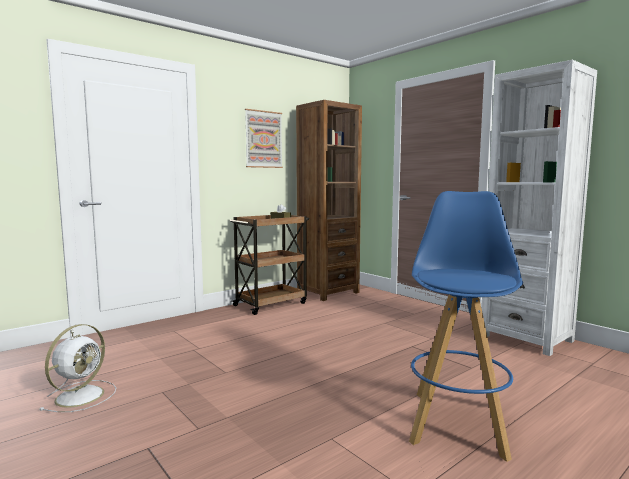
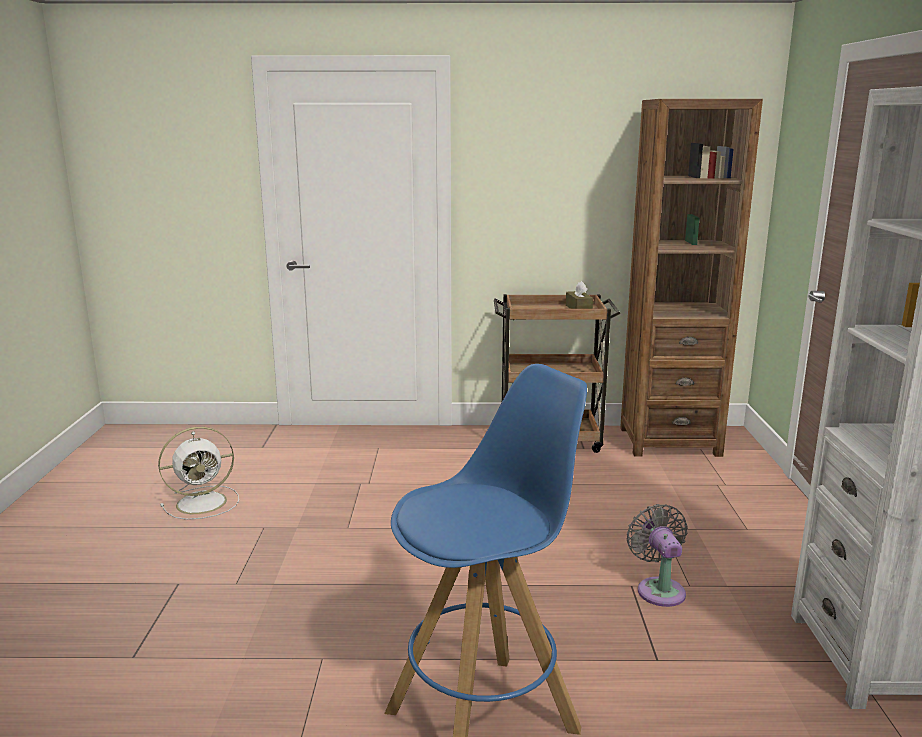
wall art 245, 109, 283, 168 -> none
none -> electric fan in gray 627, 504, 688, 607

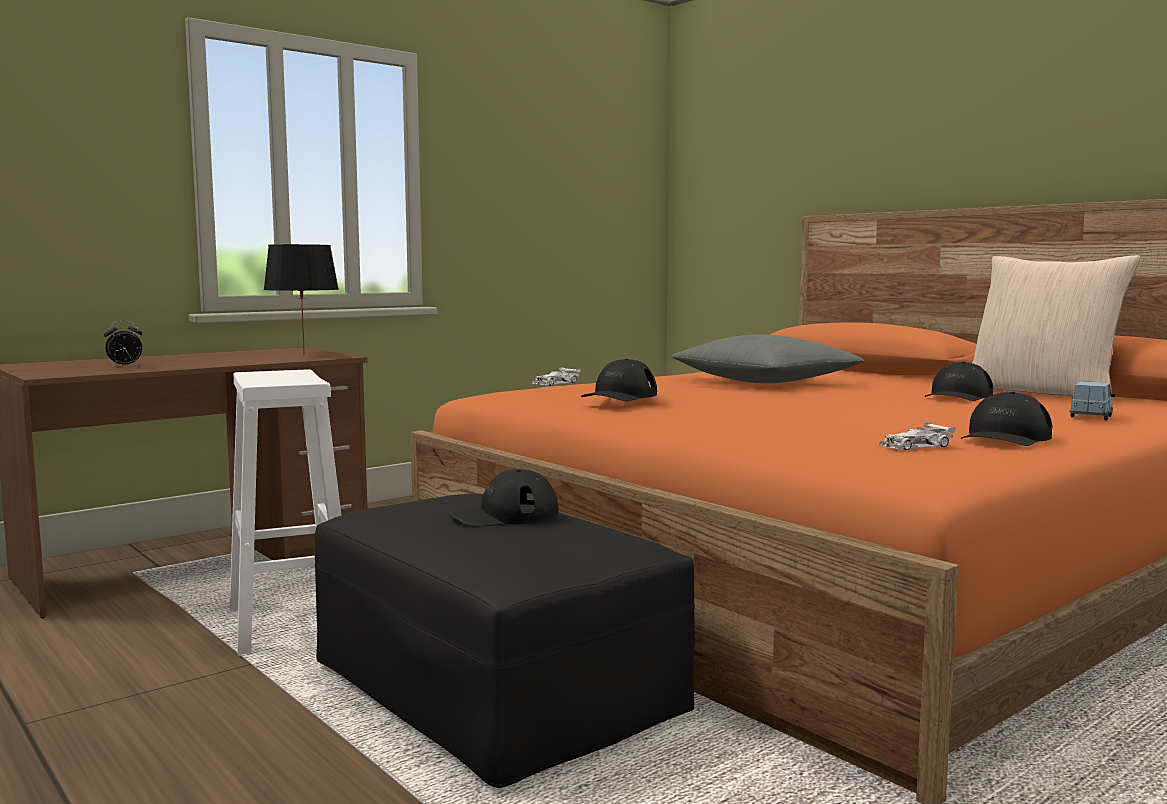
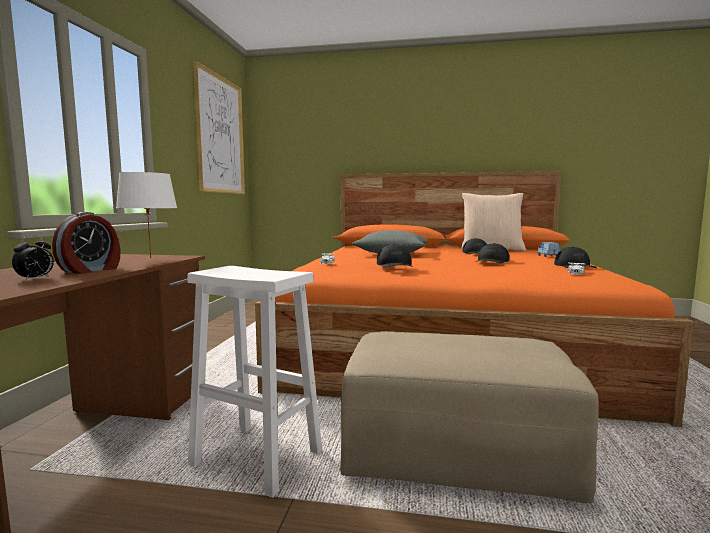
none -> bedside clock 52, 212, 121, 274
none -> wall art 193, 61, 245, 194
peaked cap in blackish 447, 469, 559, 527 -> peaked cap in blackish 478, 243, 509, 263, moved
tabletop lamp in blackish 263, 244, 339, 355 -> tabletop lamp in white 116, 172, 177, 258
footrest in blackish 315, 494, 695, 788 -> footrest in beige-coloured 340, 331, 599, 503

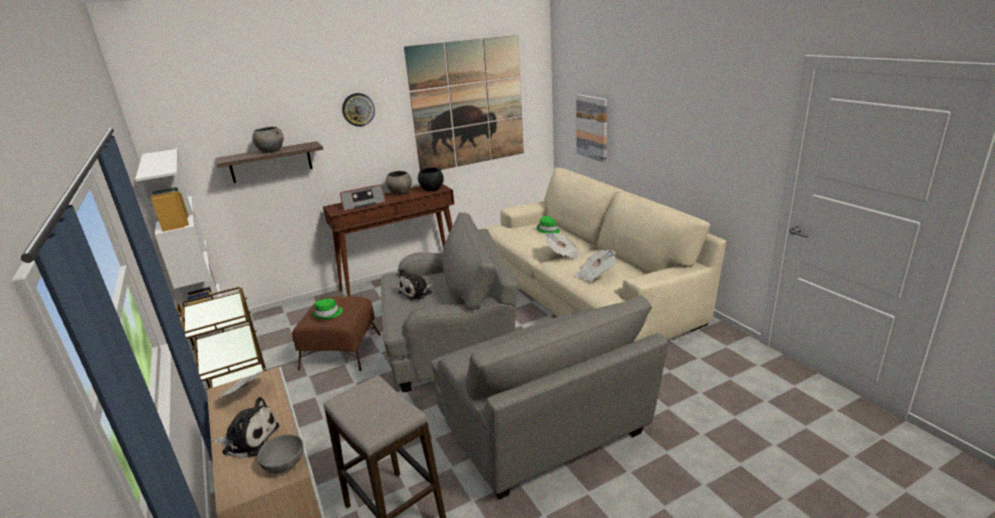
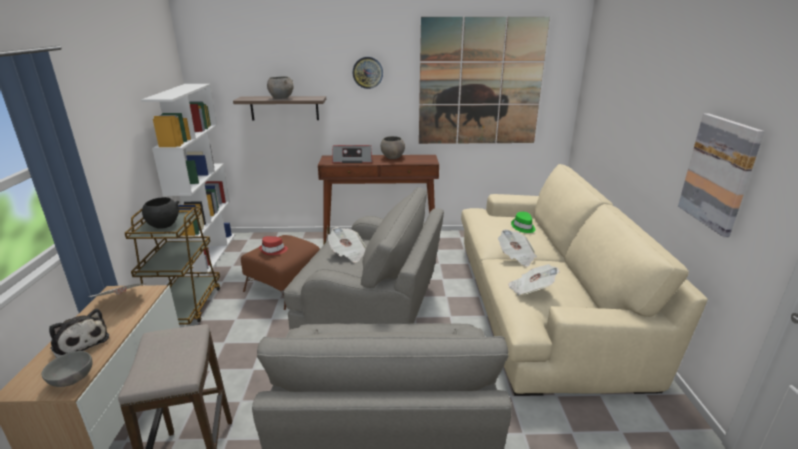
serving bowl in blackish 418, 168, 444, 191 -> serving bowl in blackish 142, 197, 180, 229, moved
wall art 576, 94, 607, 162 -> wall art 678, 113, 765, 237, moved
soft toy 398, 269, 434, 300 -> newspaper 327, 227, 366, 263
wearable hat in green-coloured 312, 299, 343, 319 -> wearable hat in reddish 259, 236, 288, 255

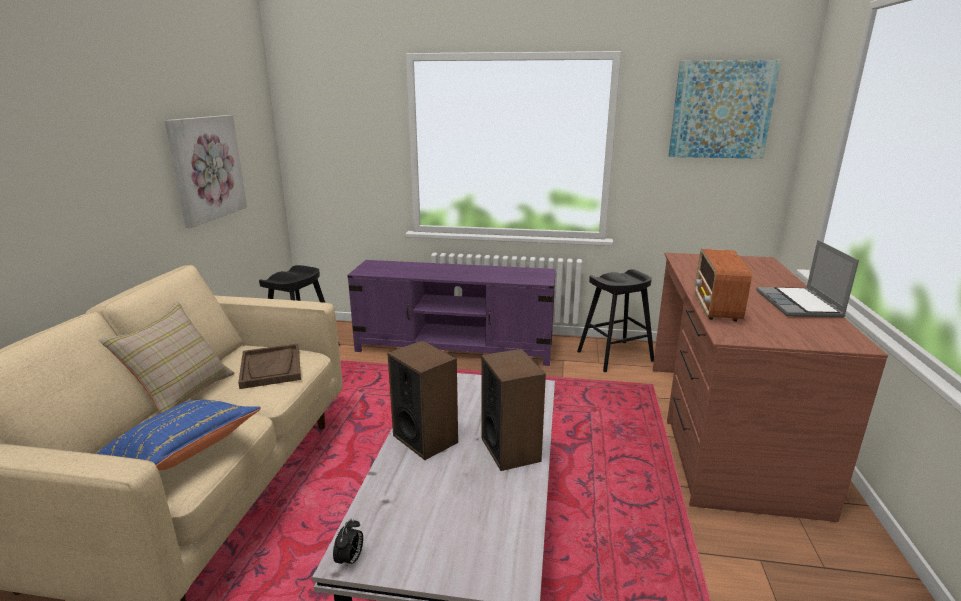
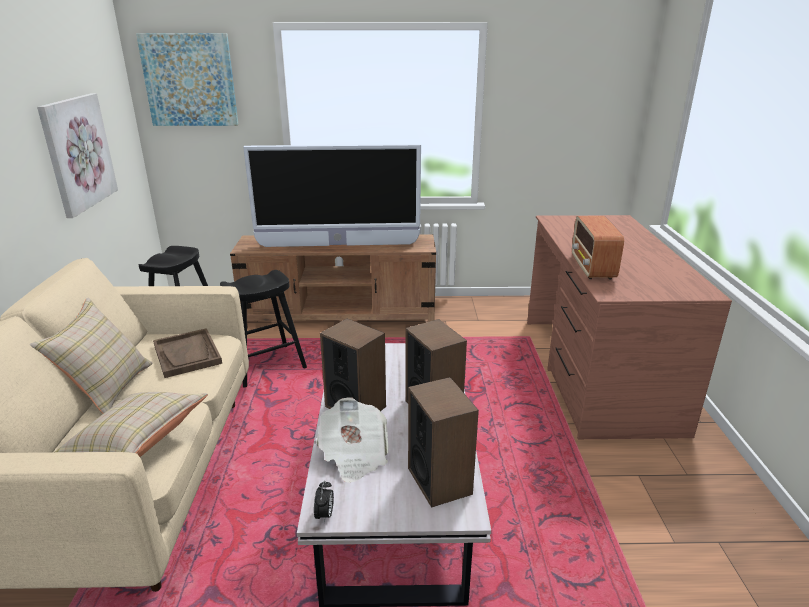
laptop 756, 240, 859, 318 -> none
none -> television 243, 144, 421, 247
none -> newspaper 316, 397, 389, 483
none -> audio speaker 408, 377, 479, 508
stool seat in blackish 577, 269, 654, 372 -> stool seat in blackish 220, 270, 307, 388, moved
wall art 669, 60, 781, 159 -> wall art 136, 33, 239, 126, moved
throw pillow in bluish 94, 400, 261, 471 -> throw pillow in beige-coloured 55, 392, 208, 457
media console in purplish 347, 260, 556, 366 -> media console in brown 230, 235, 436, 329

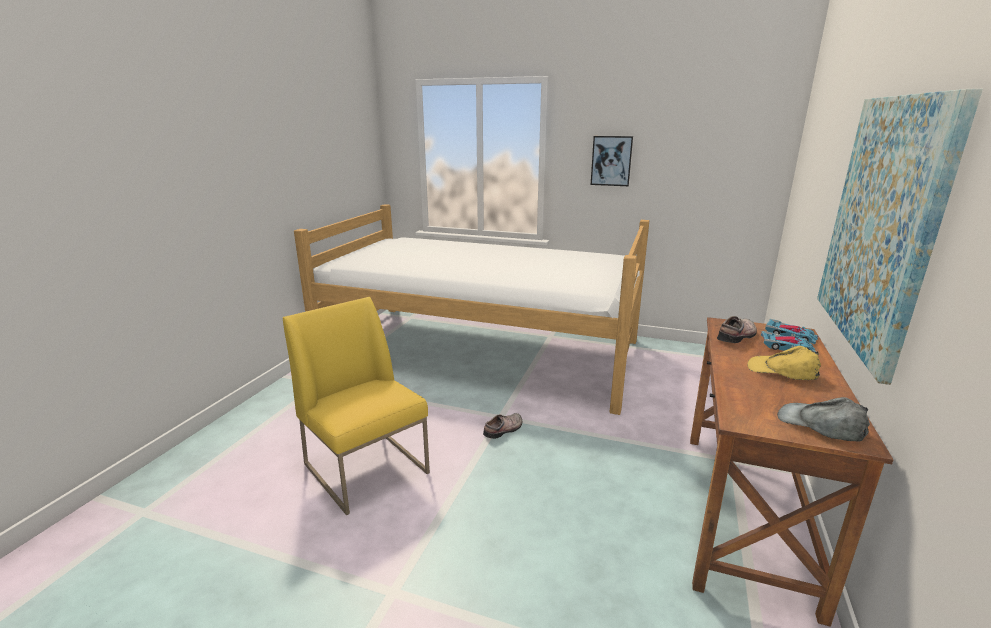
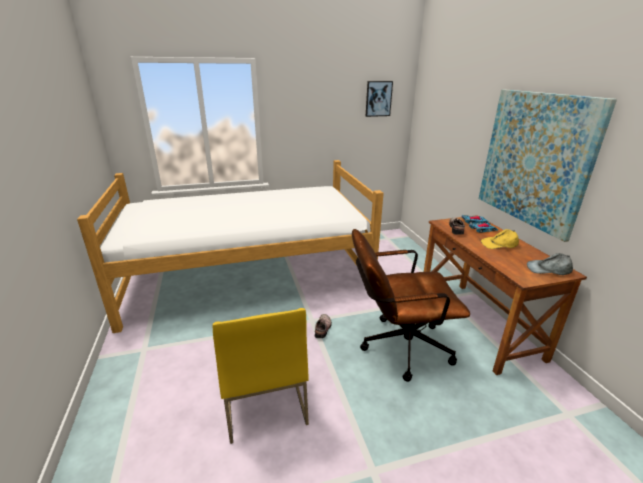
none -> desk chair in brown 352, 229, 470, 382
wall art 591, 136, 633, 186 -> wall art 366, 81, 393, 117, moved
upright chair in yellow 283, 297, 430, 515 -> upright chair in yellow 213, 308, 309, 444, 120 degrees counterclockwise

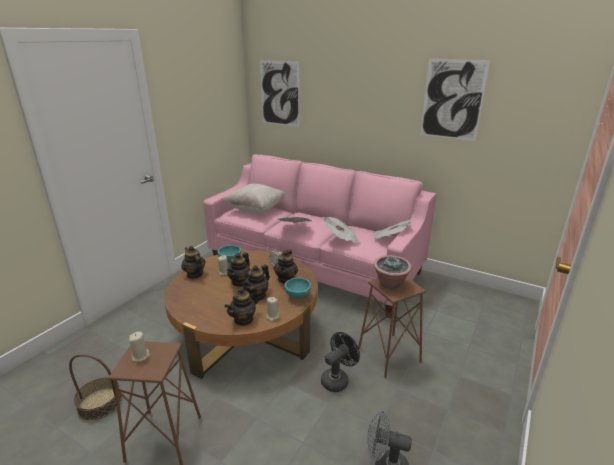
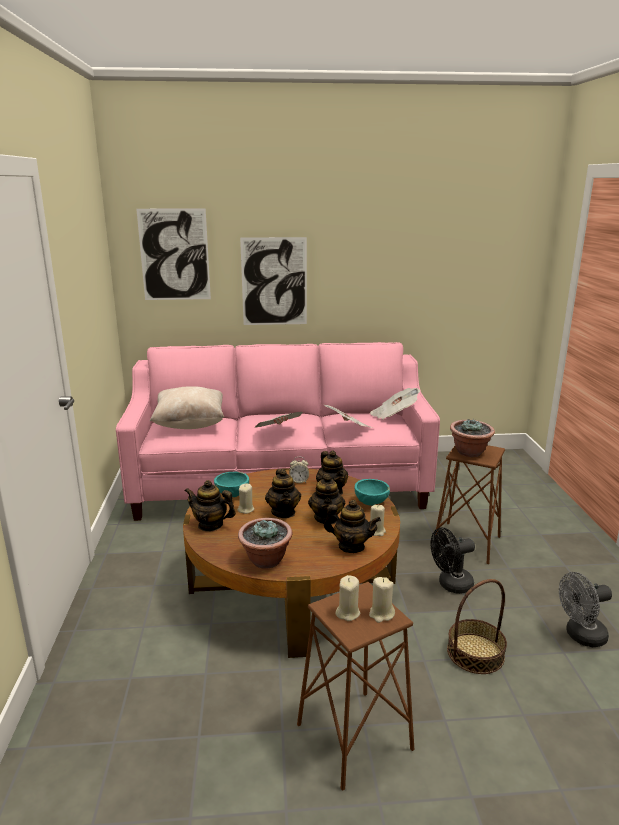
none -> plant in a pot 238, 518, 293, 569
none -> candle in beige-coloured 369, 577, 395, 623
storage basket 69, 354, 122, 420 -> storage basket 447, 579, 507, 674, moved
wall art 420, 59, 490, 141 -> wall art 240, 237, 307, 325, moved
pot for tea 224, 286, 259, 326 -> pot for tea 324, 500, 381, 553, 75 degrees counterclockwise
electric fan in blackish 321, 332, 360, 392 -> electric fan in blackish 430, 527, 475, 594, 120 degrees counterclockwise

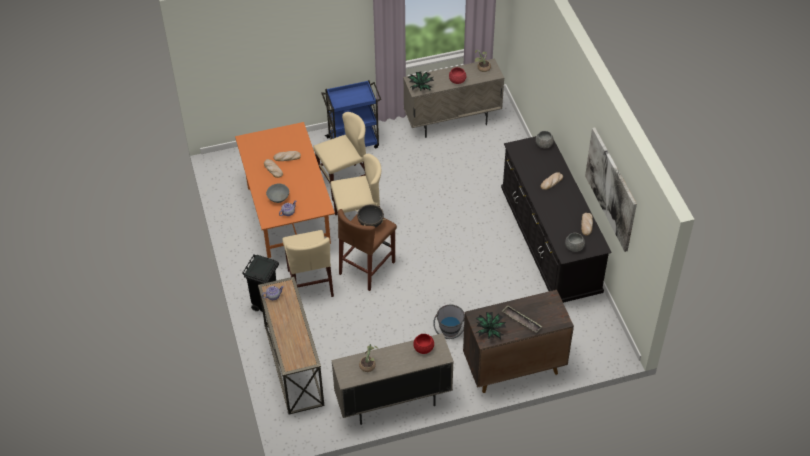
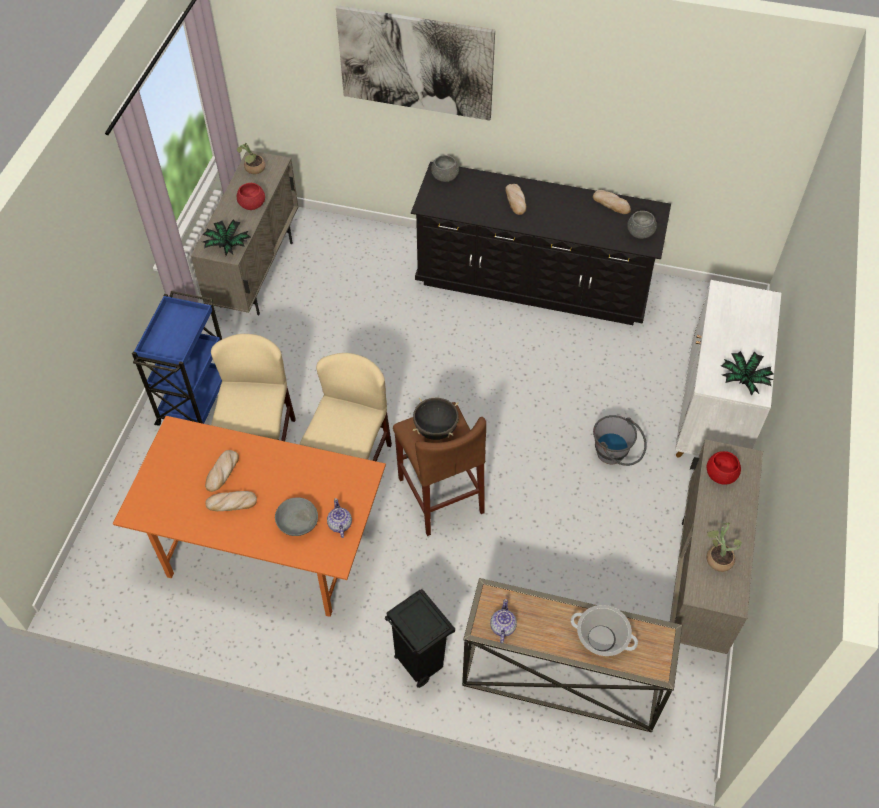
upright chair in beige-coloured 282, 230, 334, 297 -> none
tray 502, 305, 542, 333 -> none
none -> cooking pot 571, 605, 638, 656
wall art 585, 127, 637, 252 -> wall art 336, 5, 495, 121, moved
cupboard in brown 463, 290, 574, 393 -> cupboard in white 675, 280, 781, 458

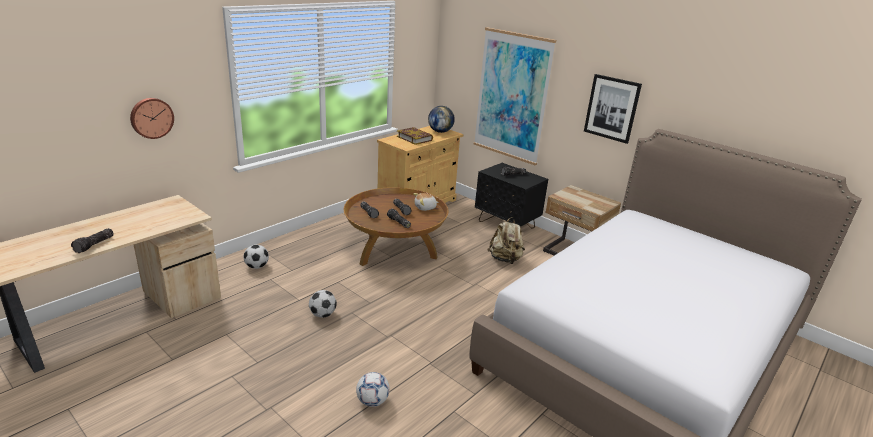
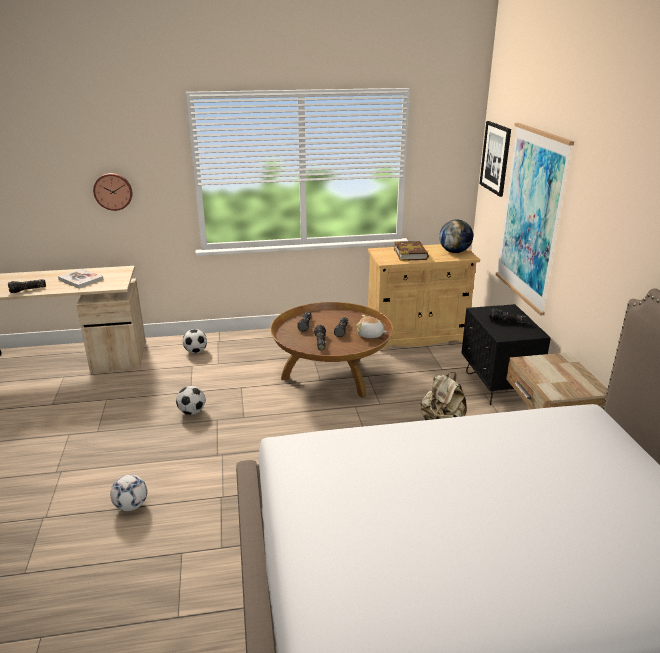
none -> volume 58, 269, 103, 288
wall art 584, 74, 642, 144 -> wall art 479, 121, 511, 197, moved

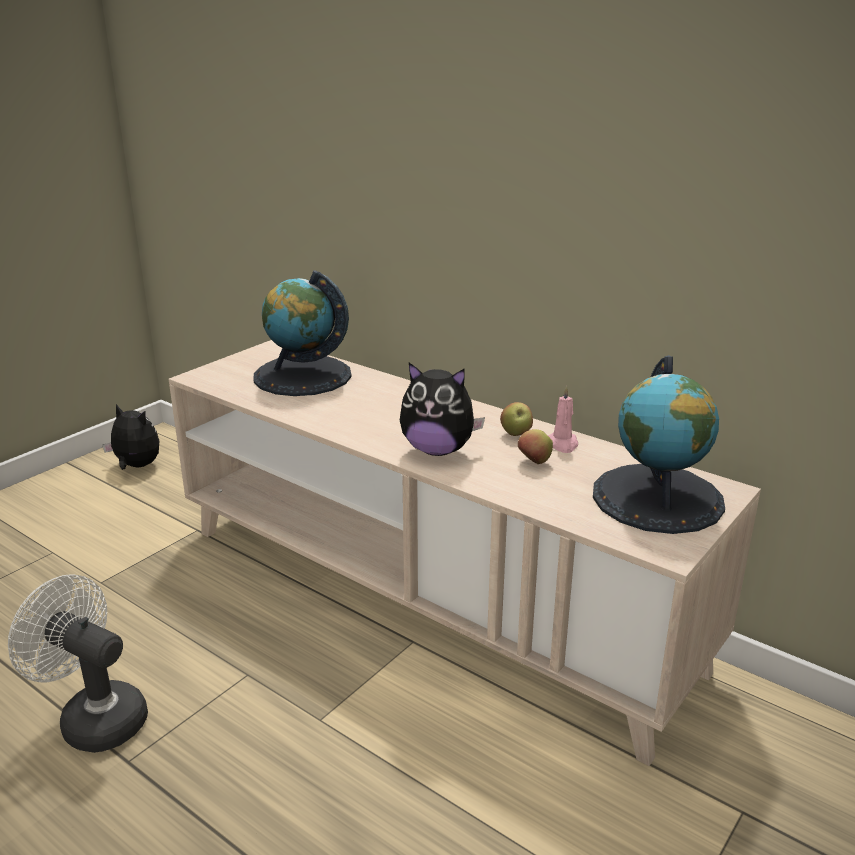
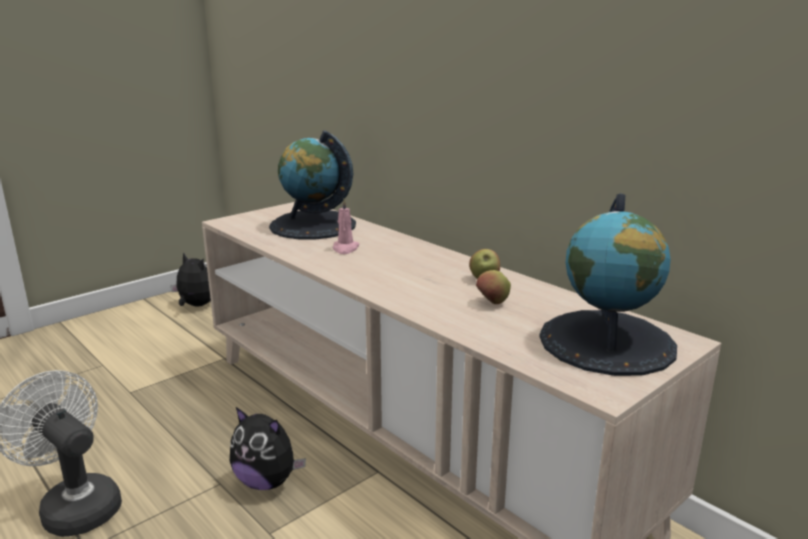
soft toy 400, 363, 485, 456 -> soft toy 230, 407, 306, 490, moved
candle in pink 548, 385, 578, 453 -> candle in pink 333, 199, 360, 254, moved

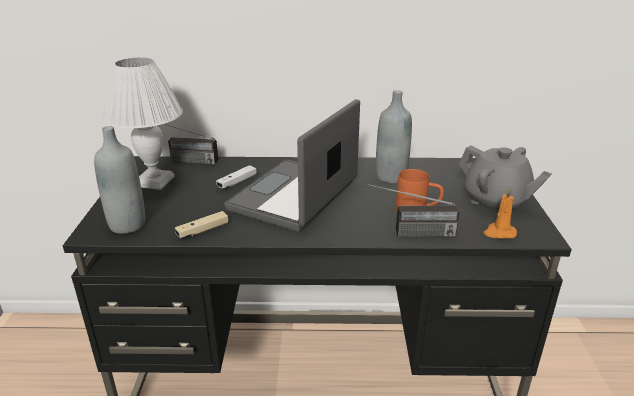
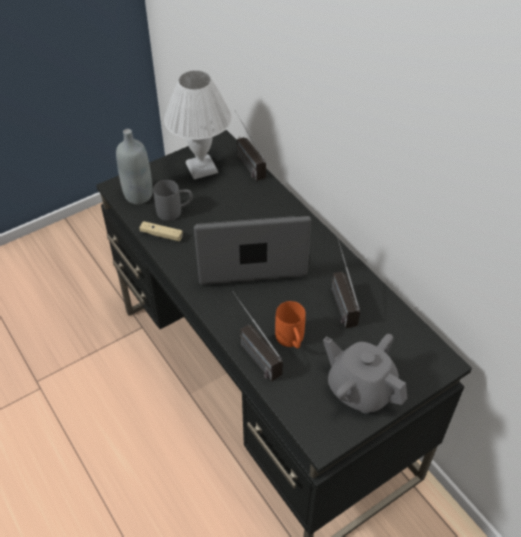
joypad in white 216, 165, 256, 189 -> none
candle in orange-coloured 483, 187, 517, 239 -> none
none -> tea mug in gray 153, 180, 193, 221
beverage bottle in gray 376, 90, 412, 184 -> radio receiver 331, 238, 360, 328
pot for tea in gray 459, 146, 551, 213 -> pot for tea in gray 323, 334, 407, 413, 120 degrees clockwise

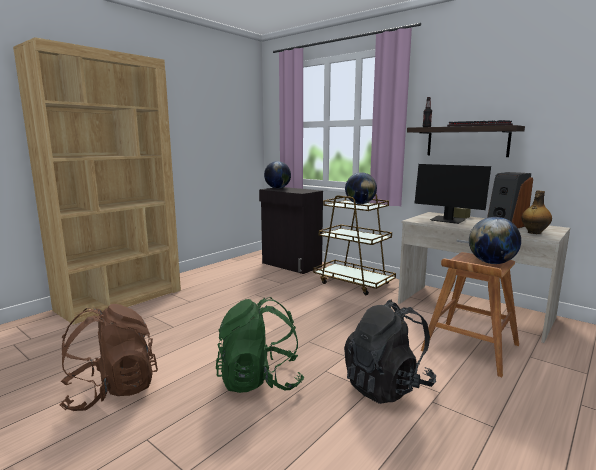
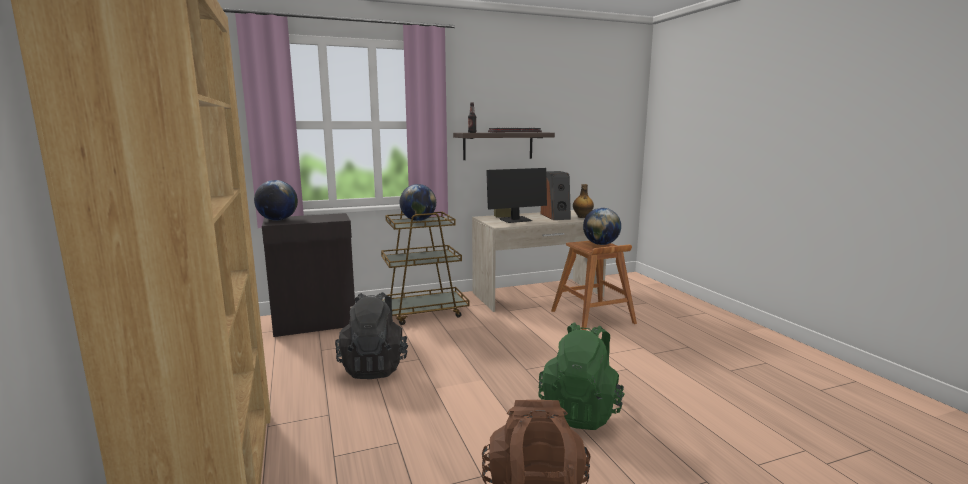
backpack in blackish 344, 299, 436, 404 -> backpack in blackish 335, 292, 408, 379, moved

